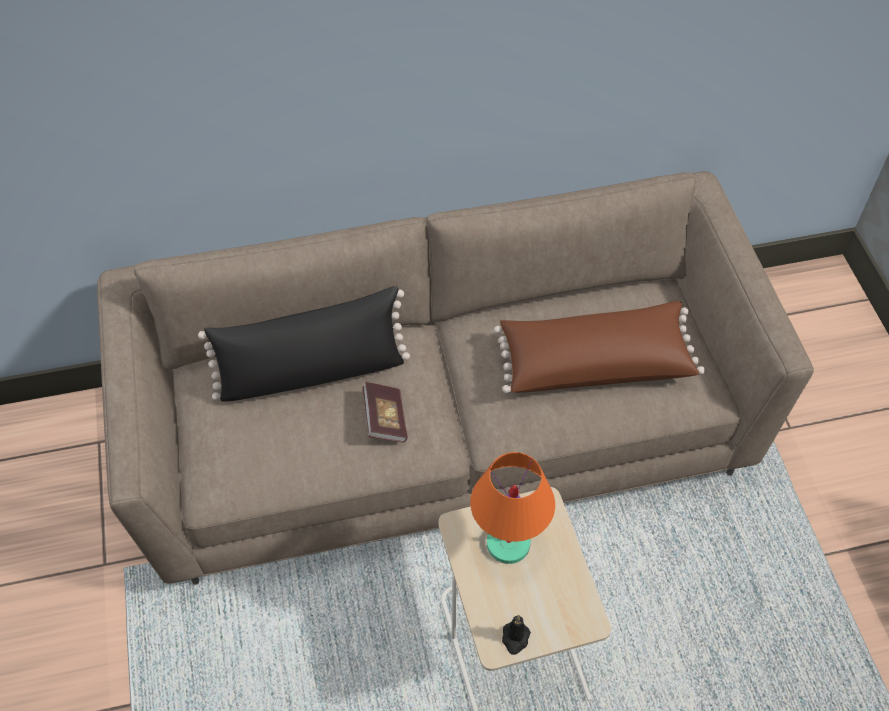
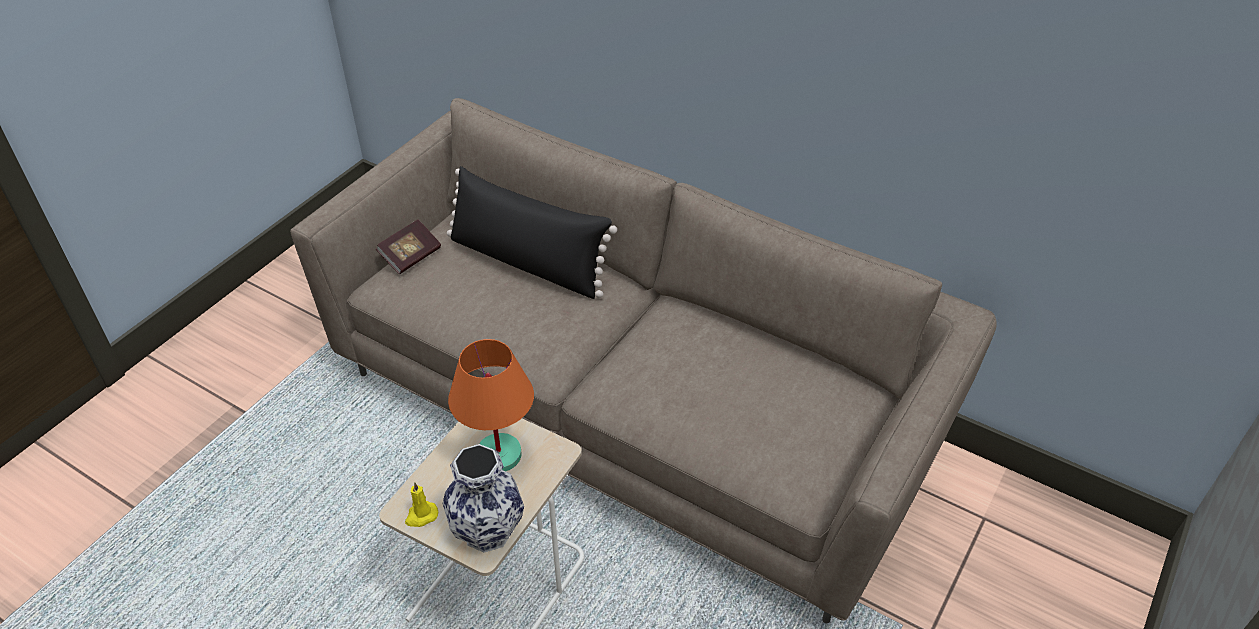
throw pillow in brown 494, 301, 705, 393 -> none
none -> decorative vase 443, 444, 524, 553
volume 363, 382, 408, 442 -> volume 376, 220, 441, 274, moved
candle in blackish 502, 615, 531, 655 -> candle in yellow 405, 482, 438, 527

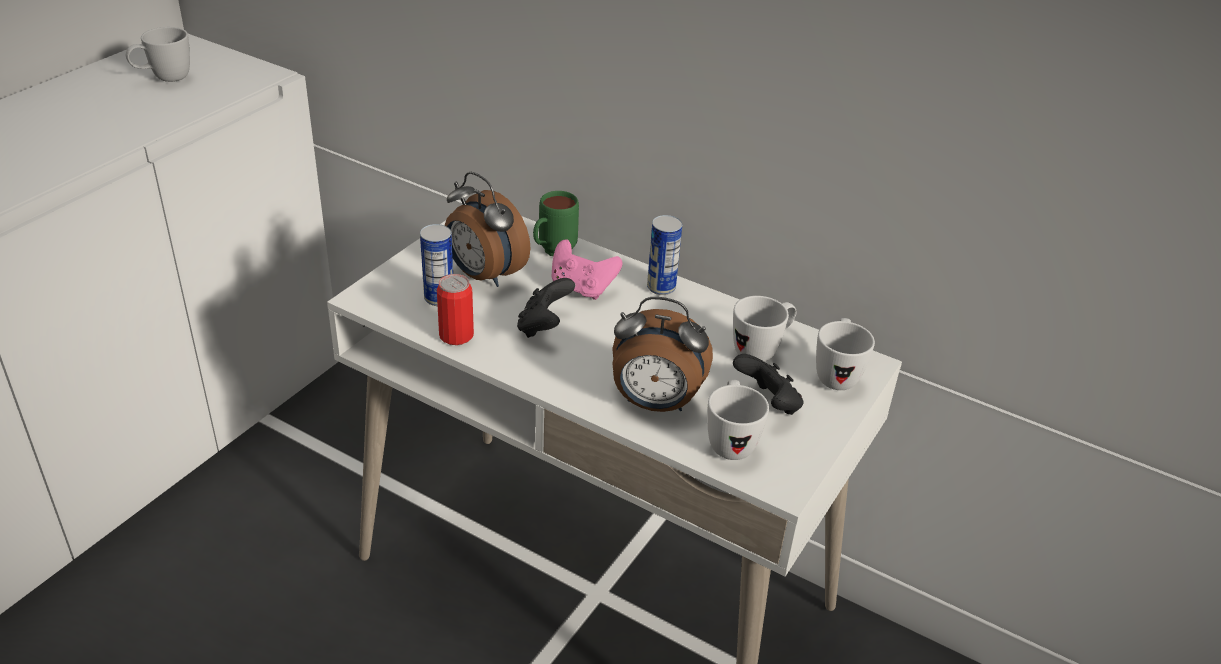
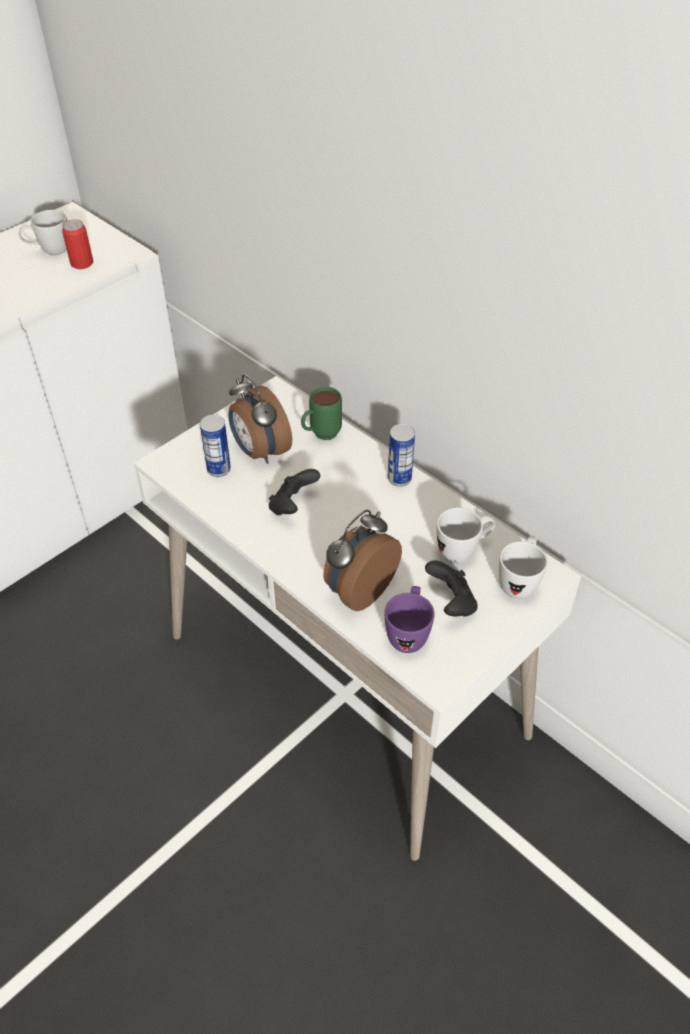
joypad in pink 552, 239, 623, 300 -> none
can 437, 274, 474, 345 -> can 62, 219, 93, 269, moved
tea mug in white 707, 380, 769, 460 -> tea mug in purplish 384, 586, 435, 653
bedside clock 612, 297, 713, 412 -> bedside clock 323, 510, 402, 611, 105 degrees clockwise

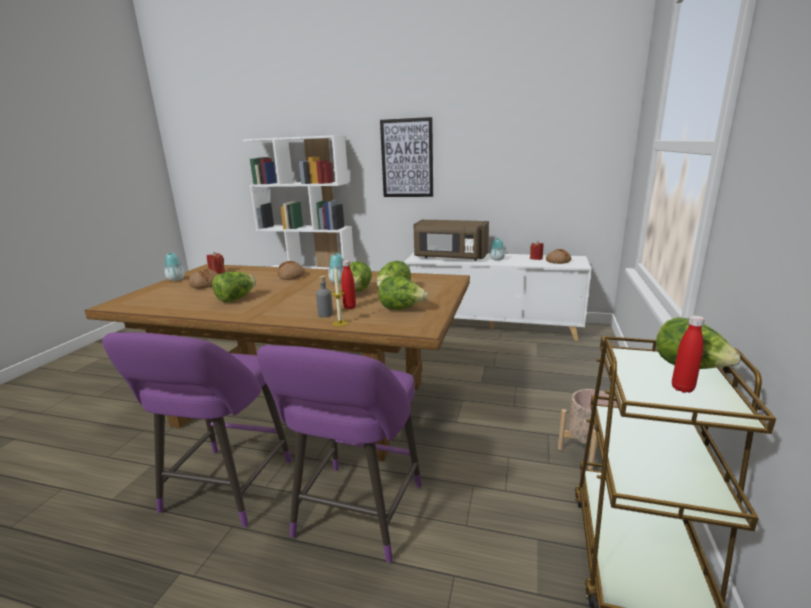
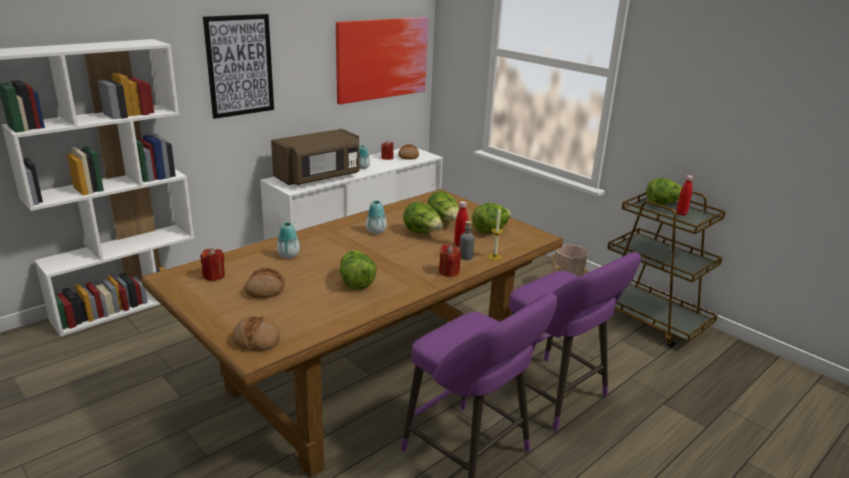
none -> wall art 336, 17, 428, 104
none -> candle in reddish 439, 244, 461, 277
decorative vase 165, 253, 185, 281 -> decorative vase 277, 222, 300, 258, moved
bakery bread 278, 261, 305, 280 -> bakery bread 233, 316, 280, 351, moved

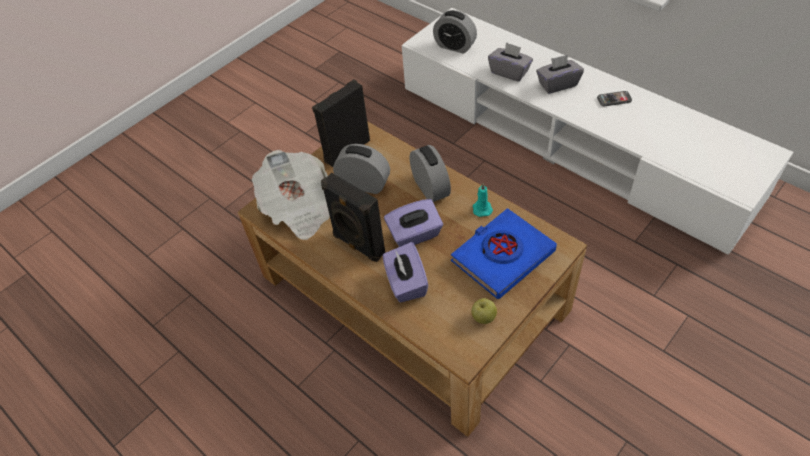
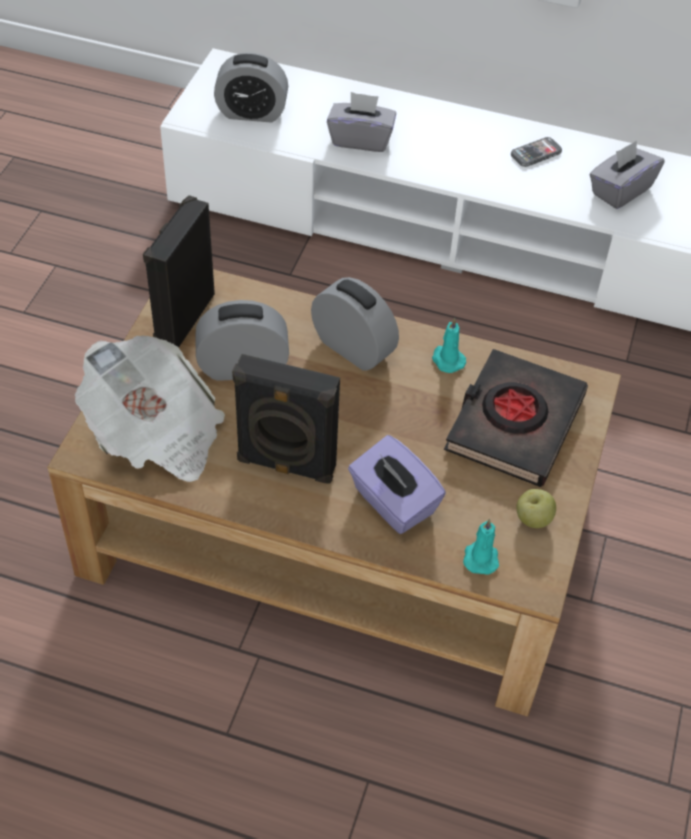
box of tissues in purplish 384, 199, 443, 247 -> none
none -> candle in turquoise 463, 519, 499, 575
box of tissues in gray 536, 55, 584, 94 -> box of tissues in gray 590, 140, 664, 209, moved
volume in bluish 451, 208, 557, 299 -> volume in blackish 444, 349, 588, 487

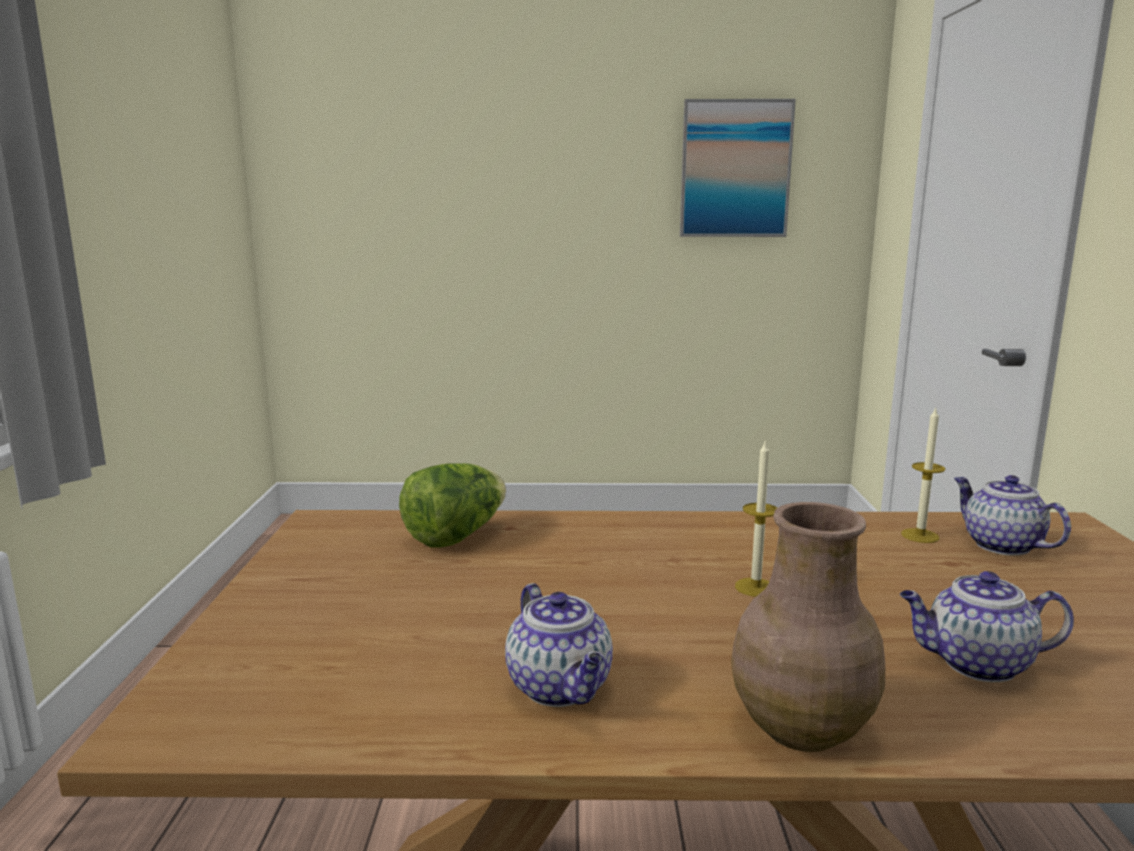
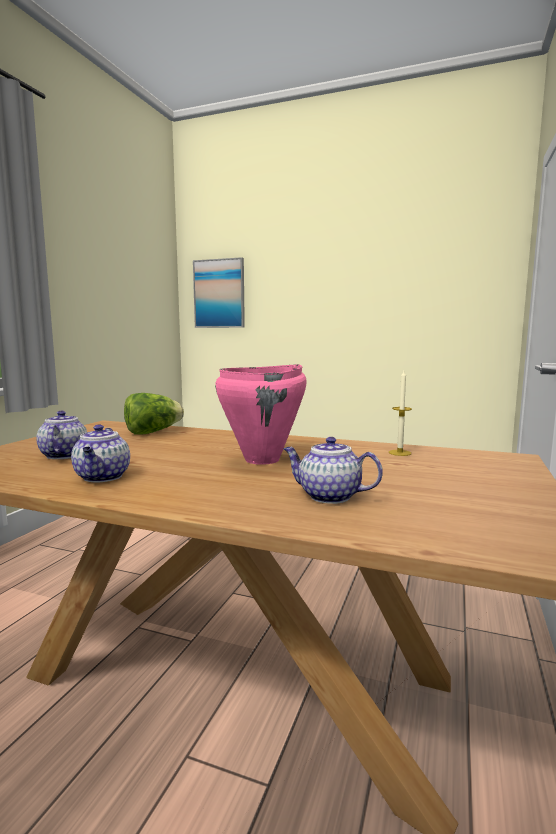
decorative vase in brown 731, 502, 885, 752 -> none
wall art 680, 99, 796, 237 -> wall art 193, 257, 245, 328, moved
pot for tea 954, 475, 1071, 555 -> pot for tea 36, 411, 87, 459, moved
candle 735, 439, 777, 597 -> cooking pot in pink 215, 364, 306, 465

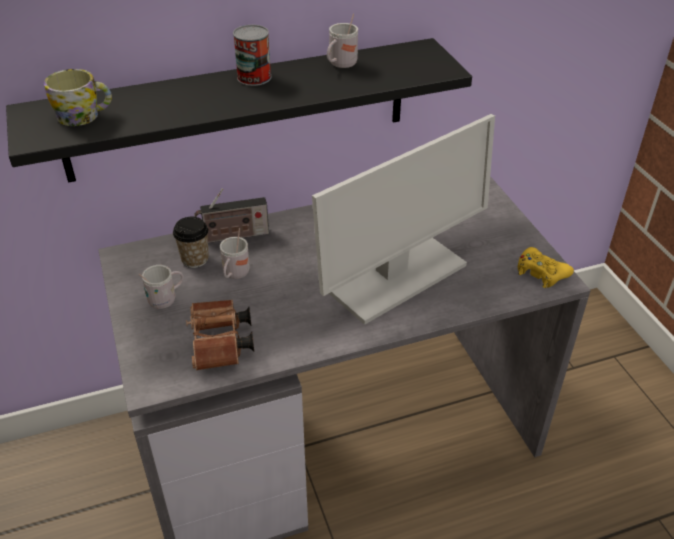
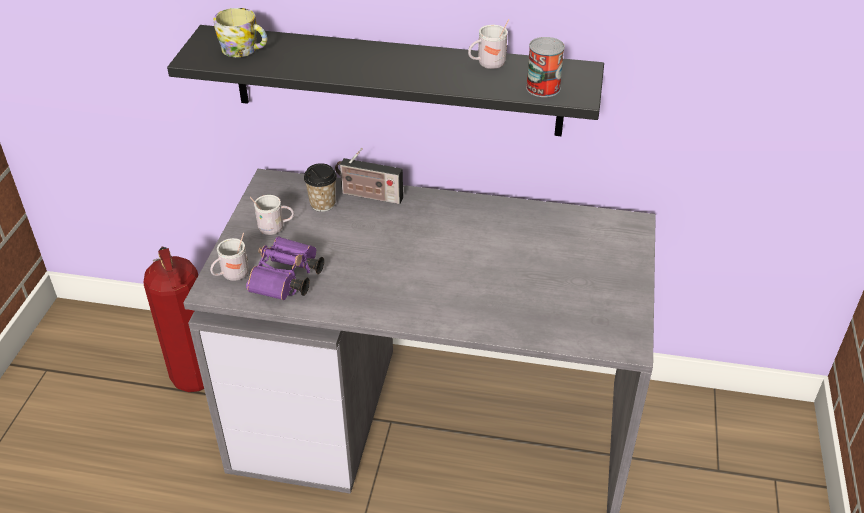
computer display 312, 114, 495, 325 -> none
joypad in yellow 518, 247, 574, 288 -> none
none -> fire extinguisher 144, 247, 204, 392
tea mug in white 220, 228, 250, 279 -> tea mug in white 210, 233, 249, 281, moved
can 233, 25, 272, 86 -> can 526, 37, 565, 97, moved
binoculars in brown 186, 300, 254, 371 -> binoculars in purplish 246, 236, 324, 300

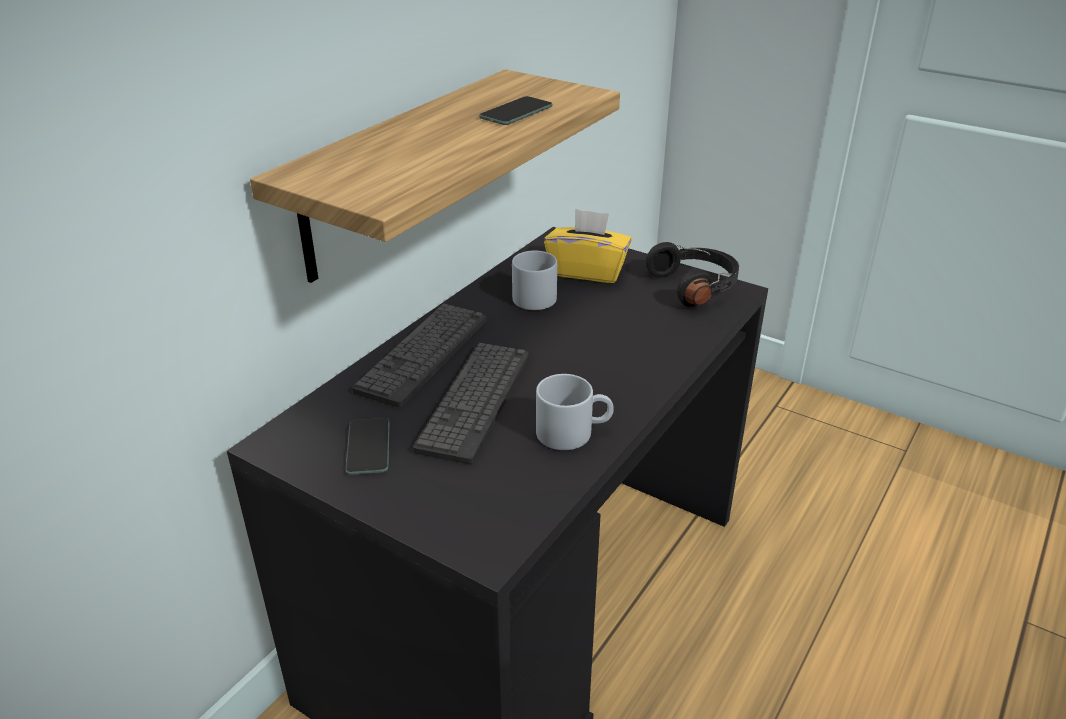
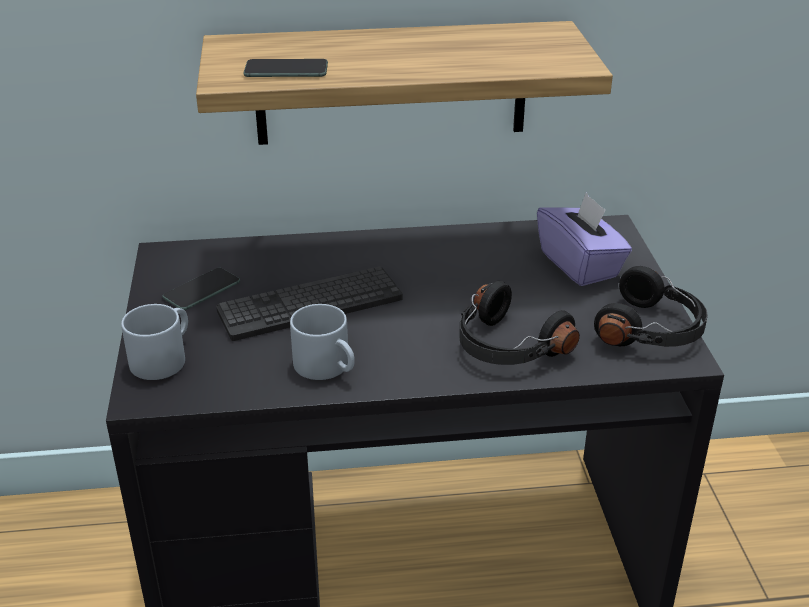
PC keyboard 352, 303, 486, 408 -> none
none -> headphones in blackish 459, 281, 580, 365
handset 479, 96, 553, 125 -> handset 243, 59, 328, 77, moved
tea mug in gray 512, 251, 557, 310 -> tea mug in gray 121, 304, 188, 380, moved
box of tissues in yellow 544, 209, 632, 283 -> box of tissues in purplish 537, 192, 632, 286

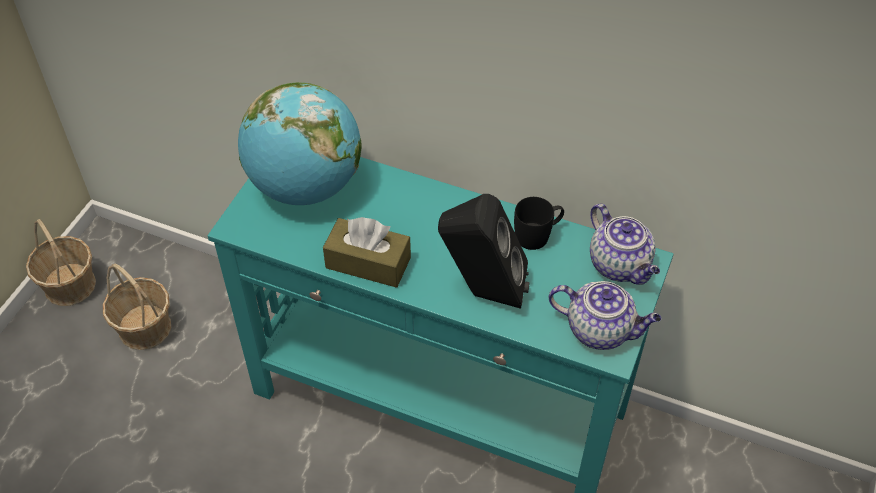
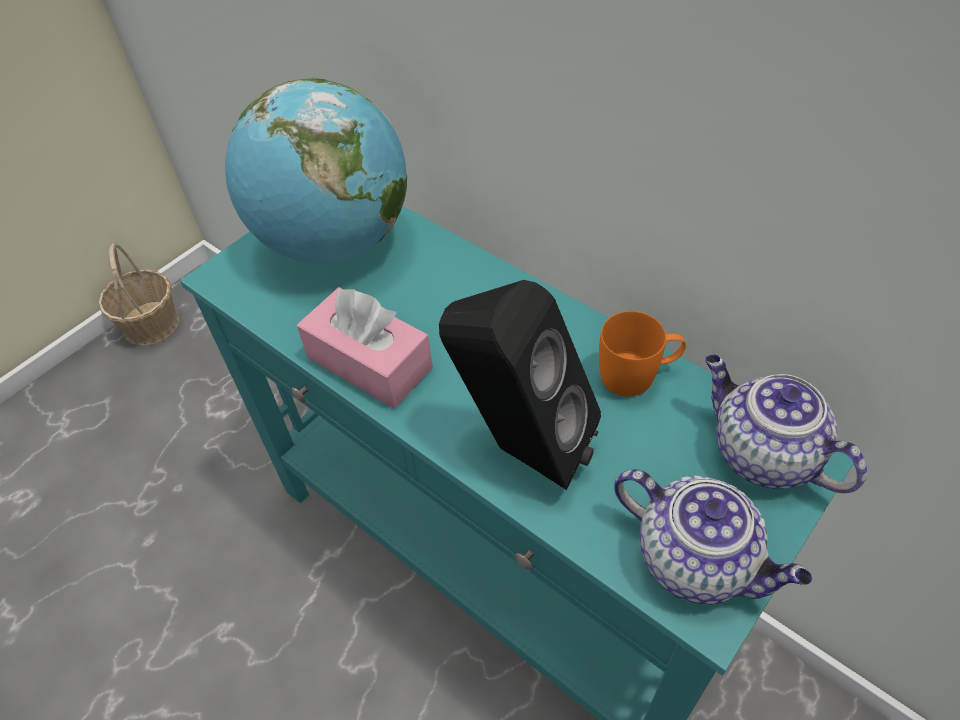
storage basket 103, 263, 171, 350 -> none
box of tissues in brown 323, 217, 411, 288 -> box of tissues in pink 297, 287, 433, 408
tea mug in blackish 514, 197, 564, 250 -> tea mug in orange-coloured 599, 311, 686, 397
pot for tea 590, 204, 660, 285 -> pot for tea 705, 355, 867, 493, 150 degrees clockwise

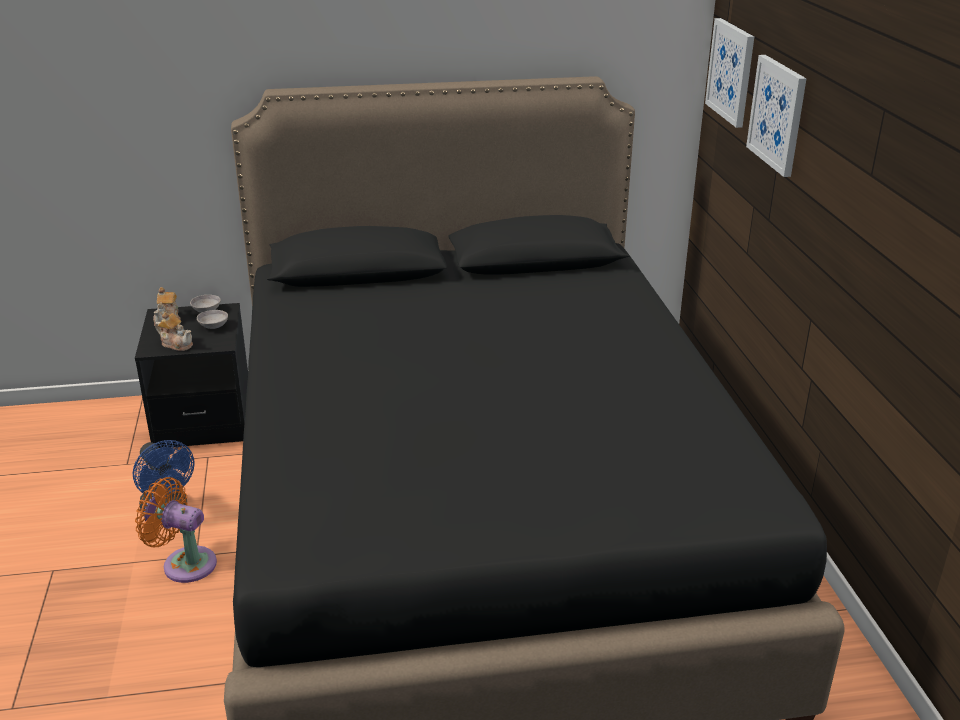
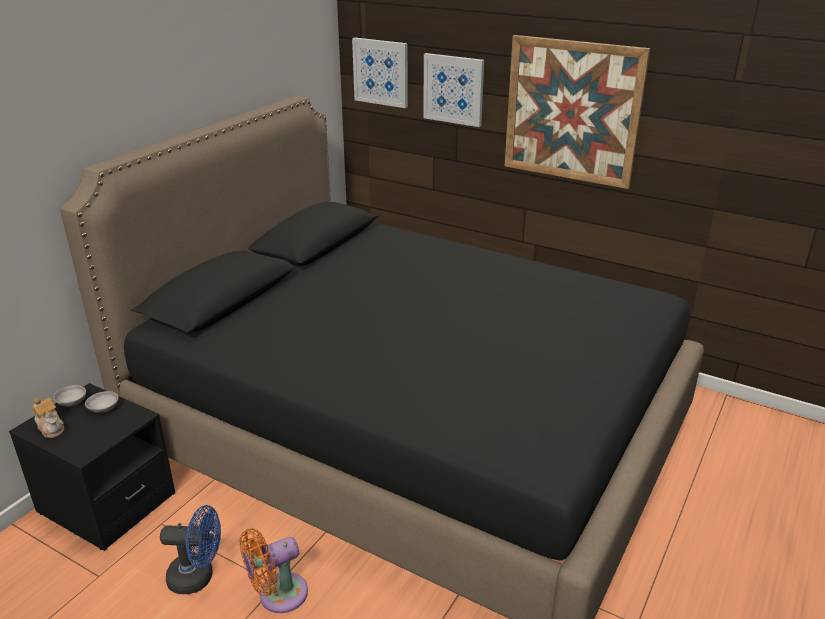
pot for tea 155, 312, 193, 351 -> none
none -> wall art 505, 35, 651, 189

